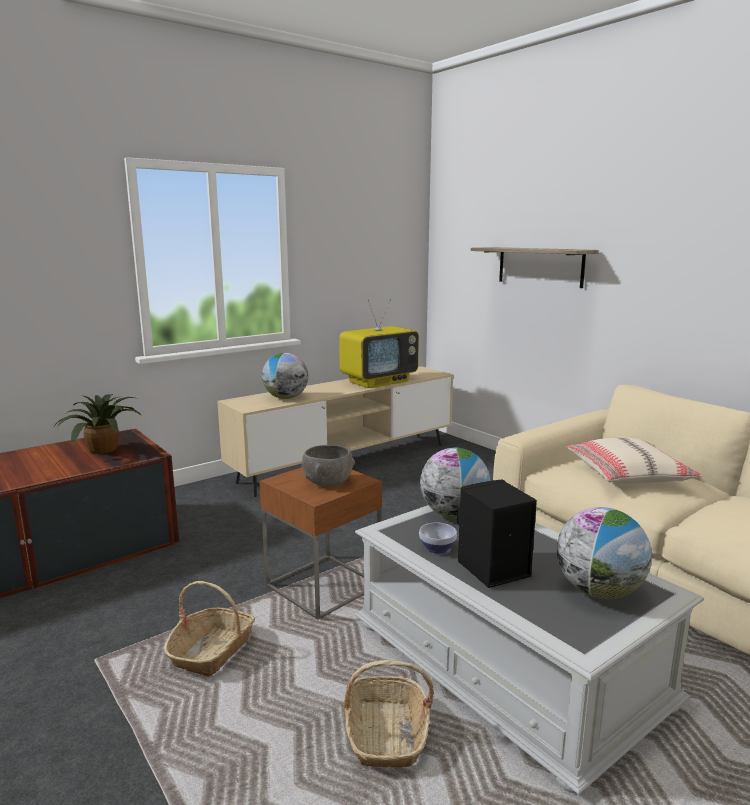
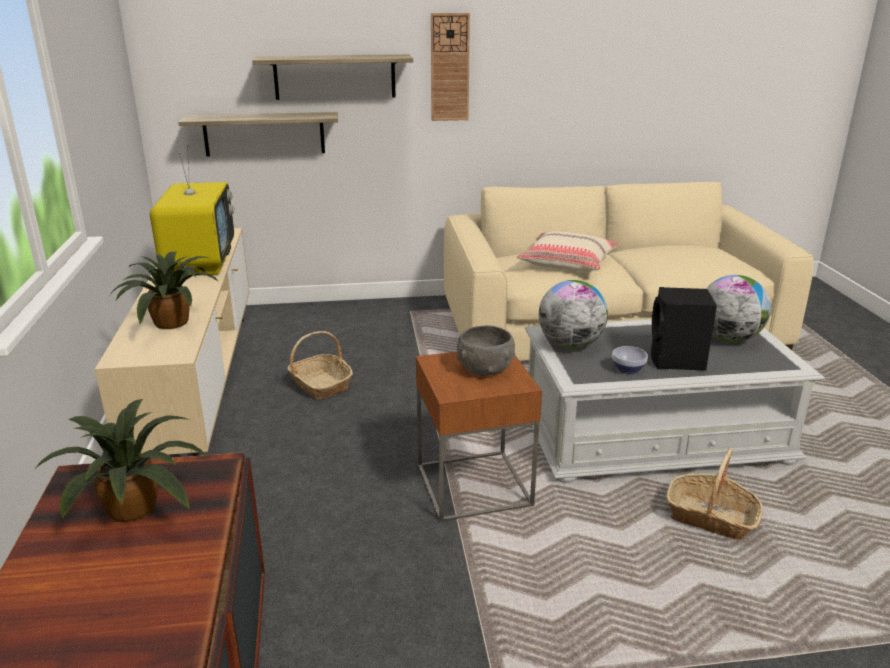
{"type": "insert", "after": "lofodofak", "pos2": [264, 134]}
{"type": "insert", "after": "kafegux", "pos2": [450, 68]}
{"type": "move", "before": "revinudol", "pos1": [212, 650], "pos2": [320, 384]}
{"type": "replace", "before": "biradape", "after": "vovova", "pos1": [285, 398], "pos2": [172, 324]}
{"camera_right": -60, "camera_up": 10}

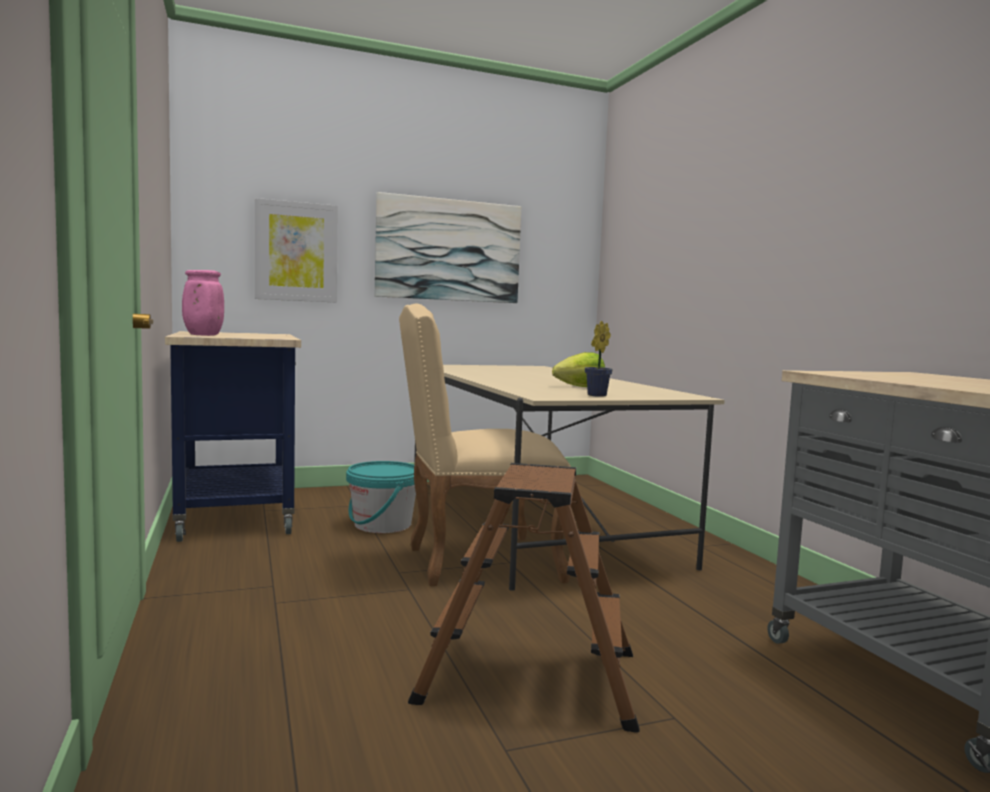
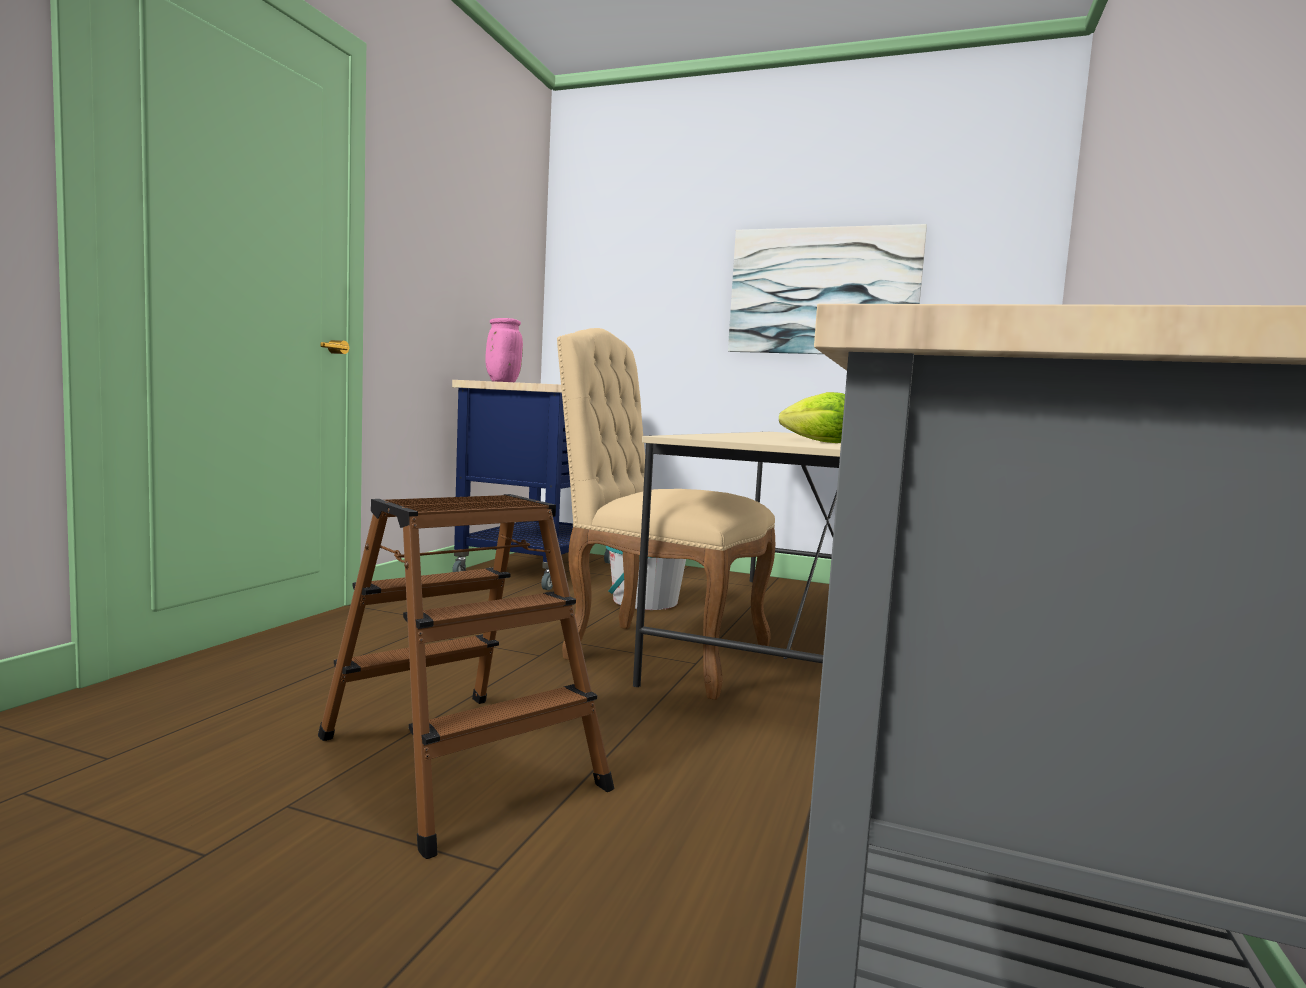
{"type": "delete", "before": "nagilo", "pos1": [296, 252]}
{"type": "delete", "before": "vovova", "pos1": [595, 395]}
{"camera_right": 40, "camera_up": 0}

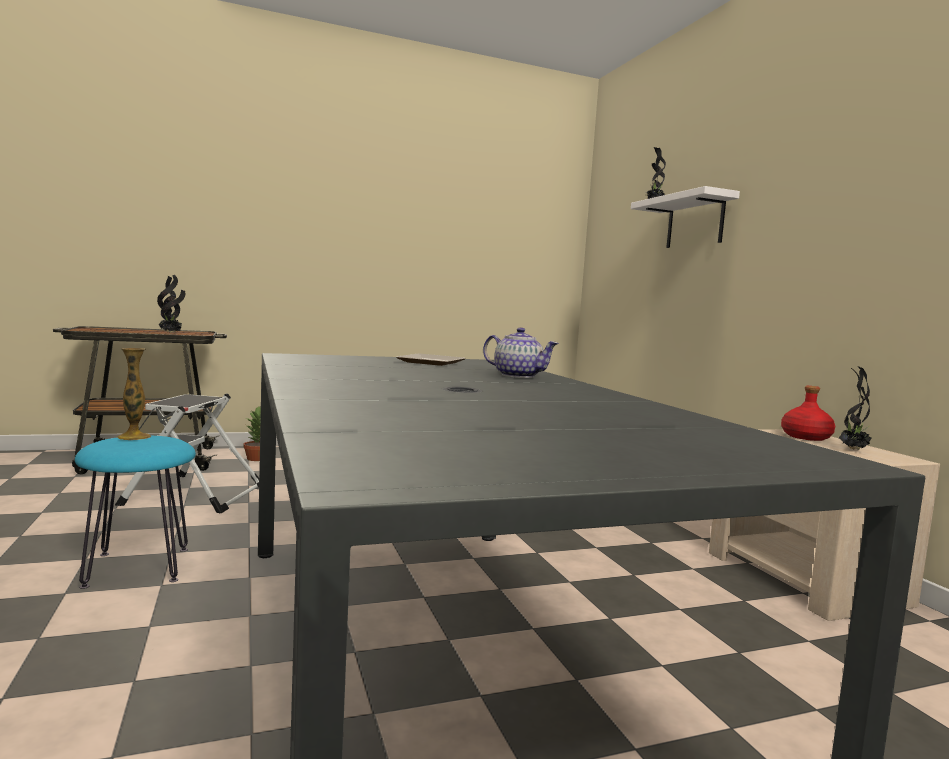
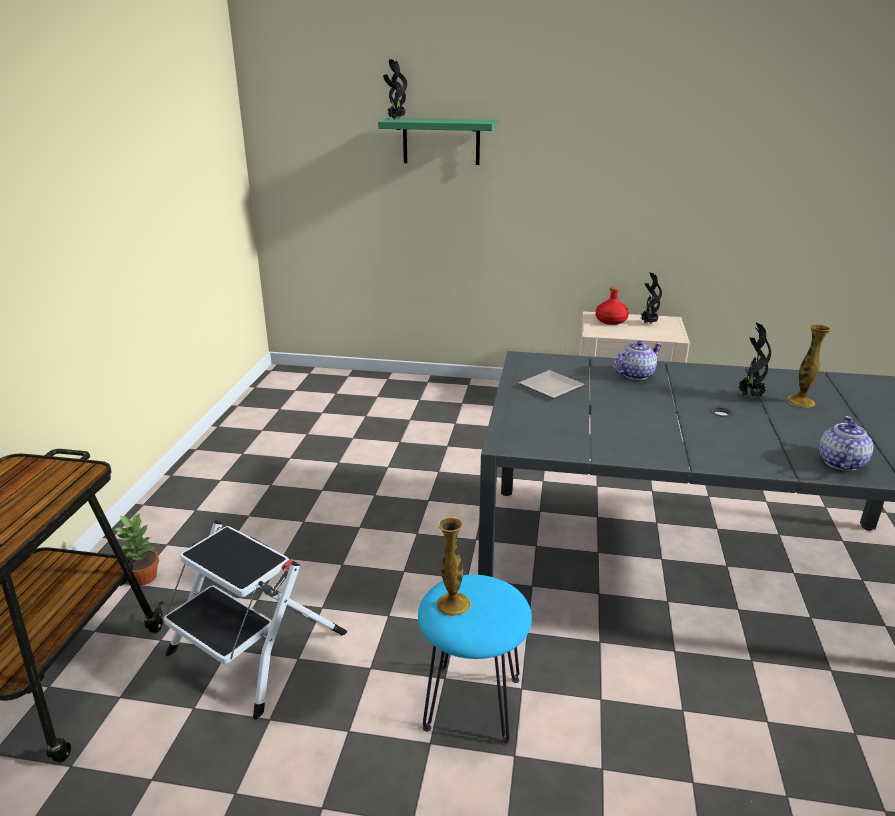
{"type": "insert", "after": "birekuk", "pos2": [800, 401]}
{"type": "insert", "after": "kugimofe", "pos2": [840, 463]}
{"type": "move", "before": "vovova", "pos1": [171, 333], "pos2": [748, 397]}
{"type": "recolor", "before": "lofodofak (white)", "after": "lofodofak (green)", "pos1": [695, 222], "pos2": [441, 141]}
{"camera_right": -60, "camera_up": 20}

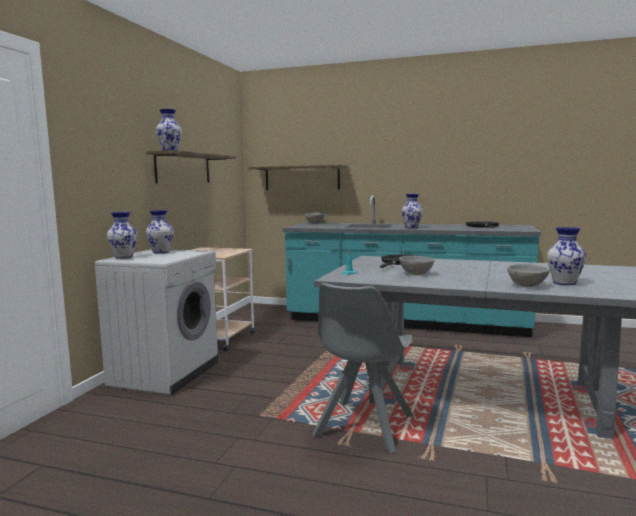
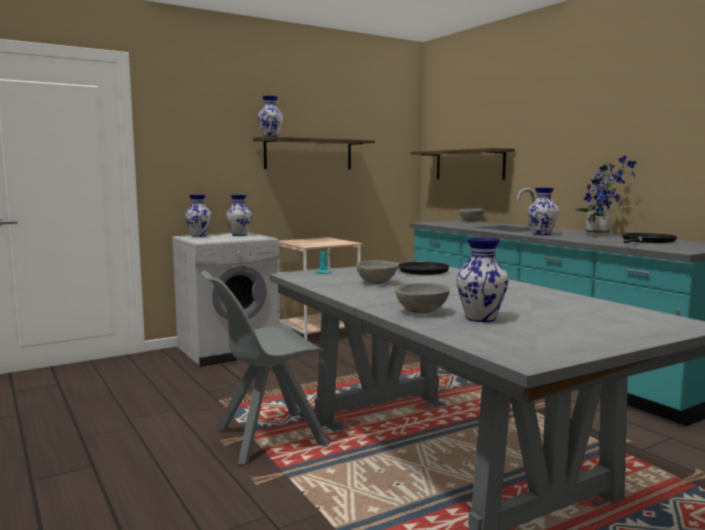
{"type": "insert", "after": "vovova", "pos2": [601, 234]}
{"camera_right": 40, "camera_up": 0}

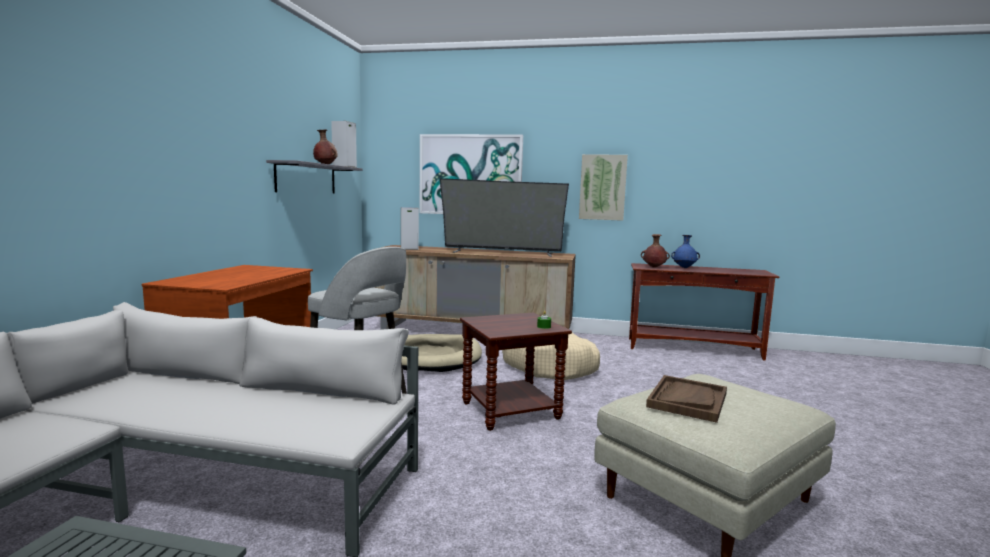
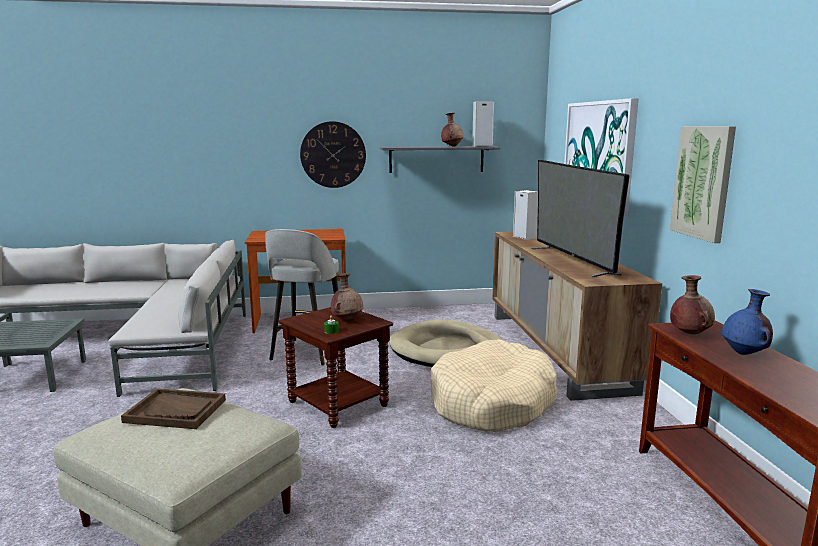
{"type": "insert", "after": "kafegux", "pos2": [333, 154]}
{"type": "insert", "after": "birekuk (brown)", "pos2": [347, 320]}
{"camera_right": 70, "camera_up": 5}

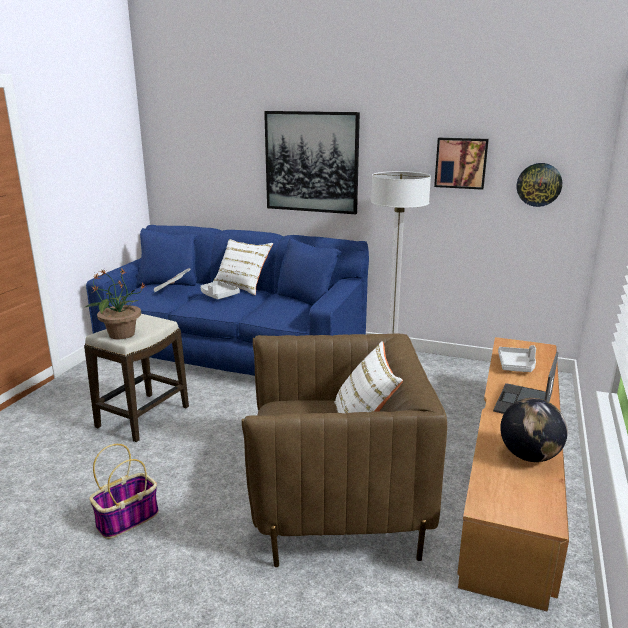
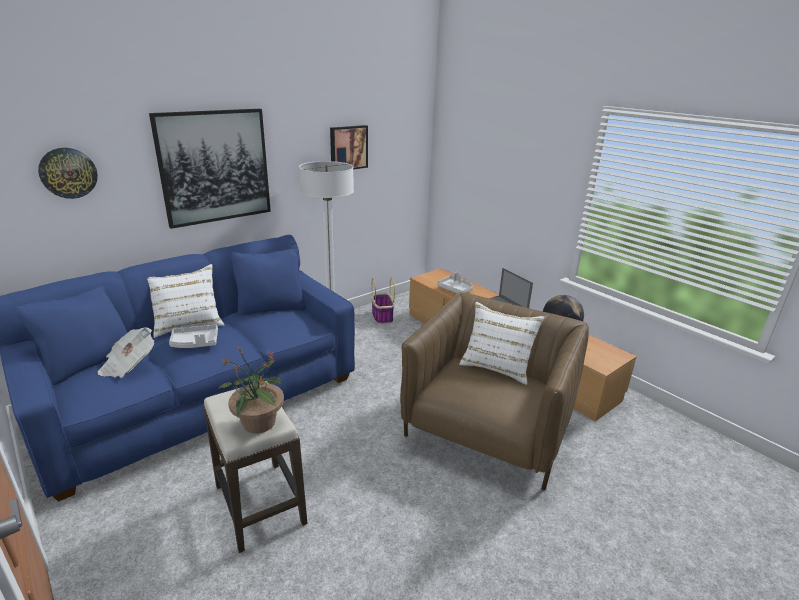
{"type": "move", "before": "revinudol", "pos1": [128, 519], "pos2": [382, 316]}
{"type": "move", "before": "kafegux", "pos1": [539, 184], "pos2": [68, 173]}
{"camera_right": -60, "camera_up": 5}

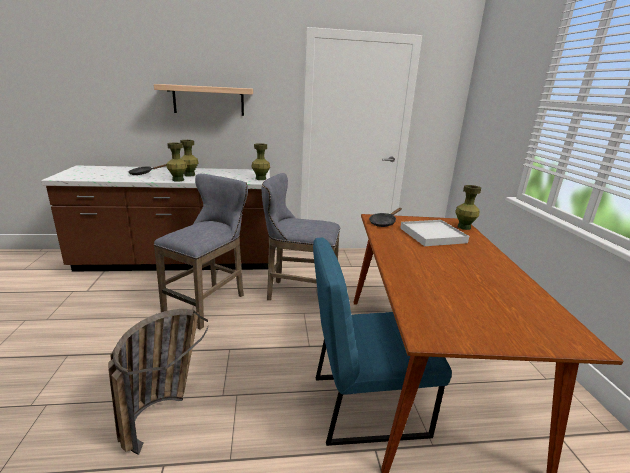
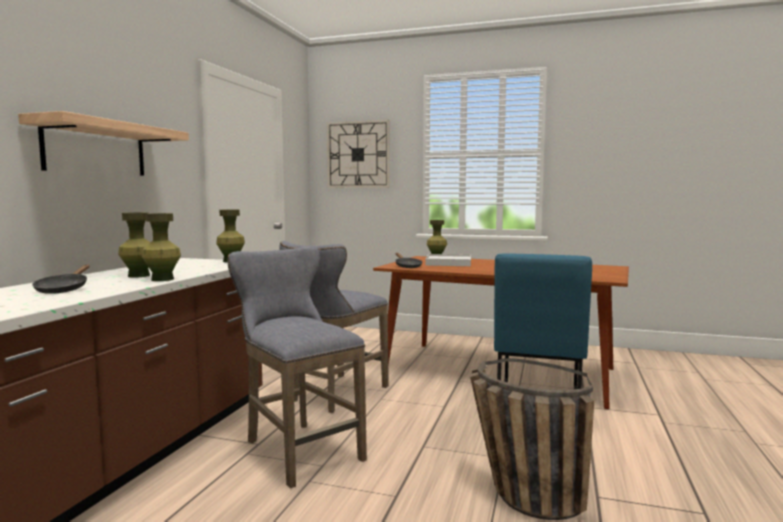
{"type": "insert", "after": "kafegux", "pos2": [358, 154]}
{"camera_right": -65, "camera_up": -15}

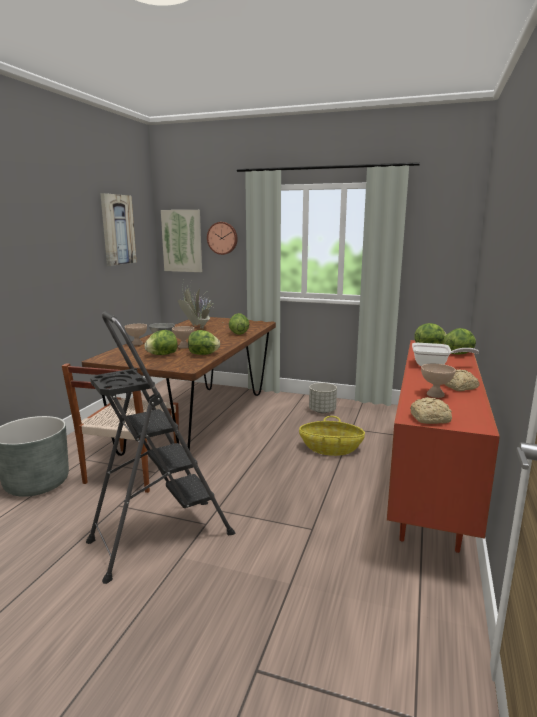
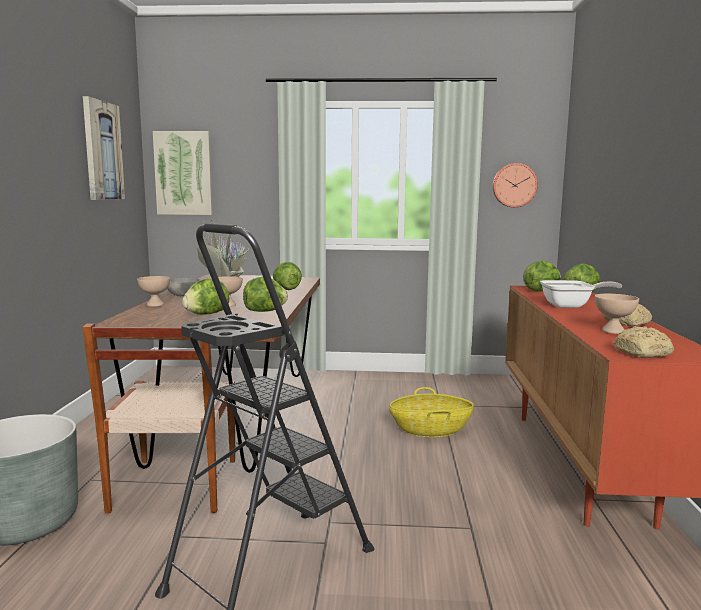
{"type": "delete", "before": "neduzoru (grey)", "pos1": [322, 411]}
{"type": "move", "before": "kafegux", "pos1": [222, 238], "pos2": [514, 185]}
{"camera_right": -15, "camera_up": -5}

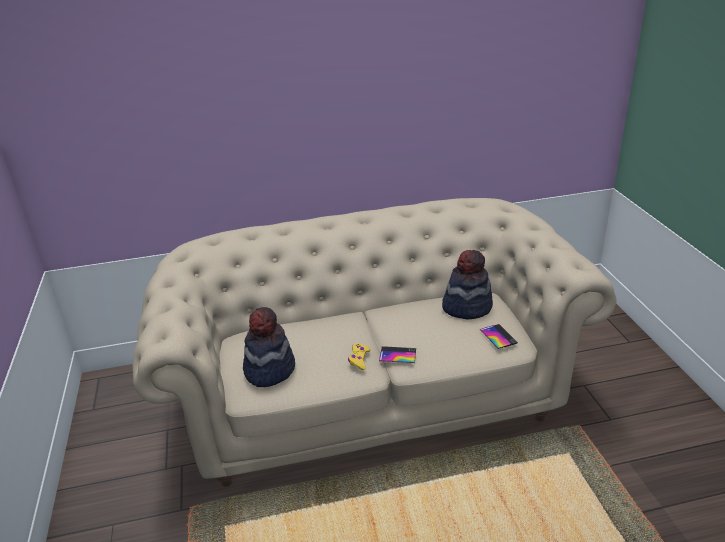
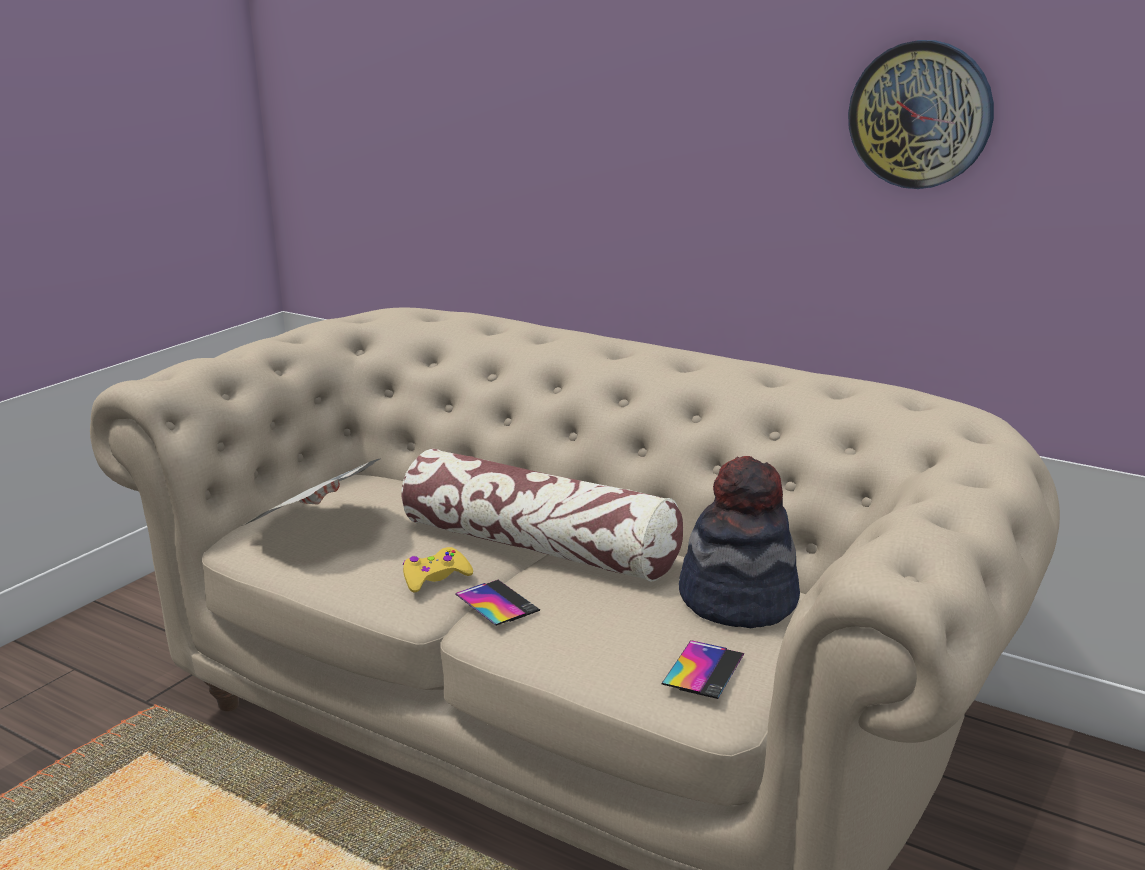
{"type": "insert", "after": "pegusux", "pos2": [539, 547]}
{"type": "insert", "after": "kafegux", "pos2": [920, 115]}
{"type": "replace", "before": "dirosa", "after": "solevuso", "pos1": [269, 369], "pos2": [314, 527]}
{"camera_right": 45, "camera_up": -10}

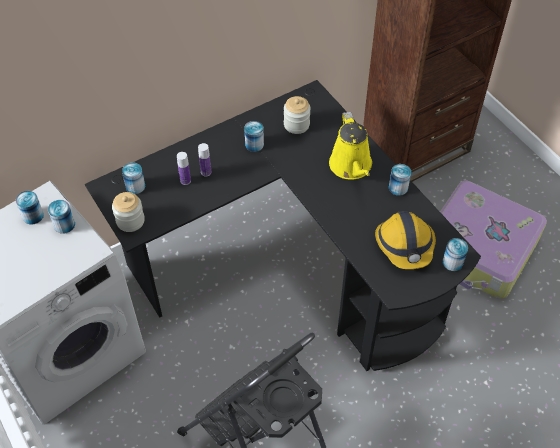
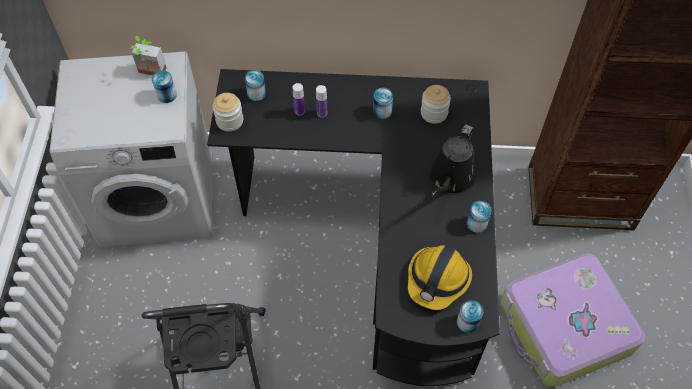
{"type": "replace", "before": "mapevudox", "after": "vovova", "pos1": [33, 216], "pos2": [150, 74]}
{"type": "recolor", "before": "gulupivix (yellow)", "after": "gulupivix (black)", "pos1": [351, 167], "pos2": [450, 179]}
{"camera_right": 35, "camera_up": 5}

